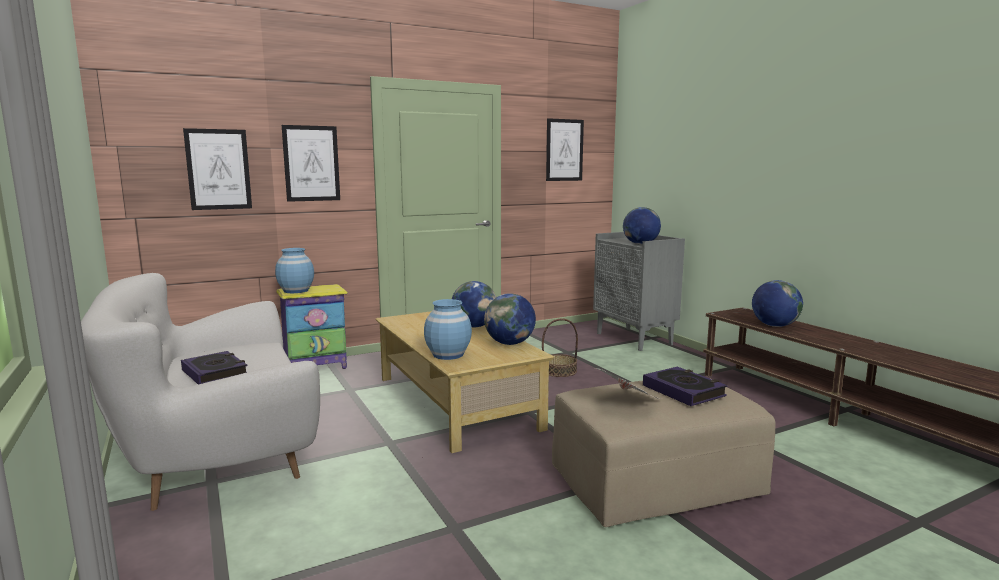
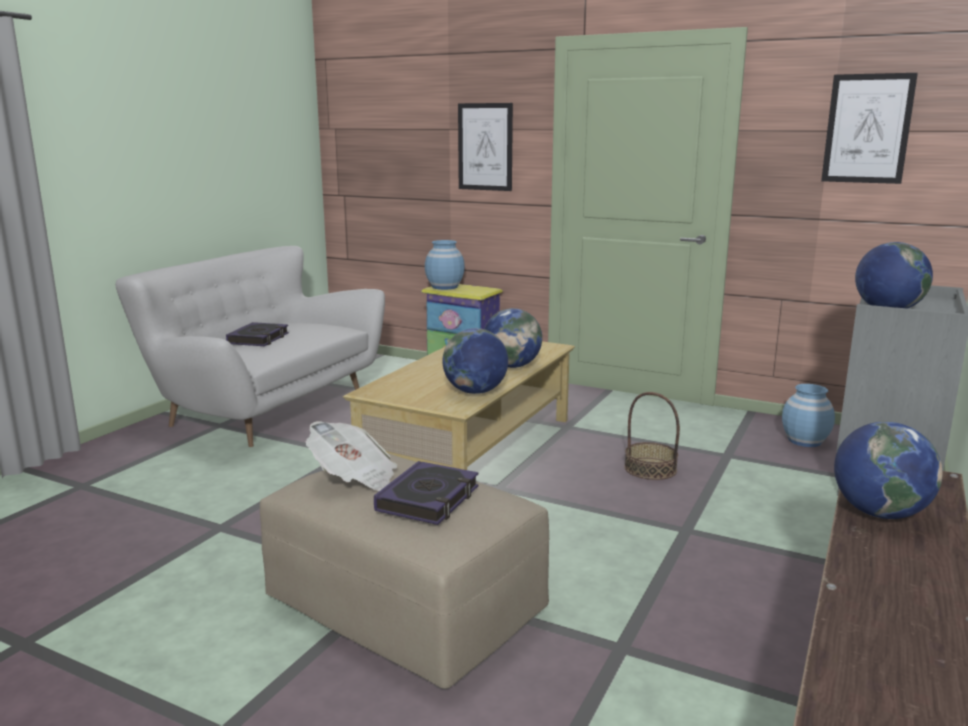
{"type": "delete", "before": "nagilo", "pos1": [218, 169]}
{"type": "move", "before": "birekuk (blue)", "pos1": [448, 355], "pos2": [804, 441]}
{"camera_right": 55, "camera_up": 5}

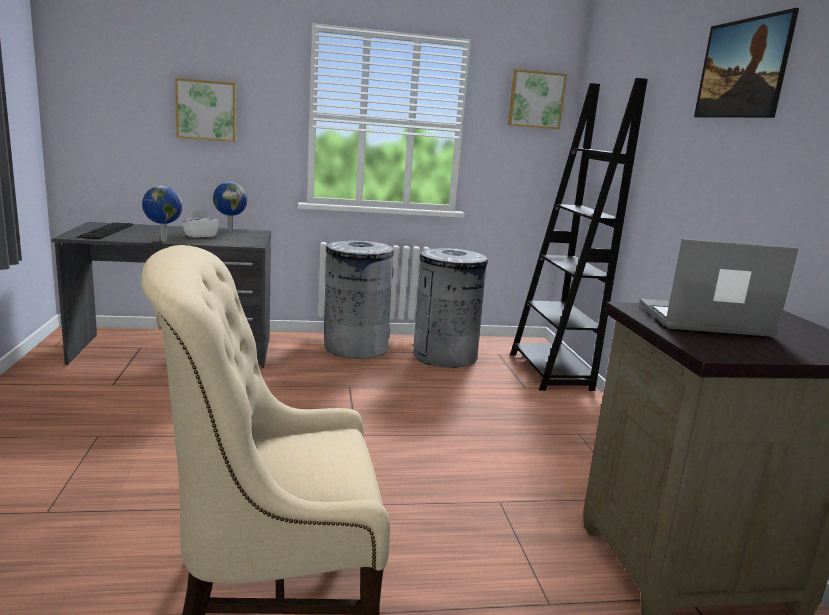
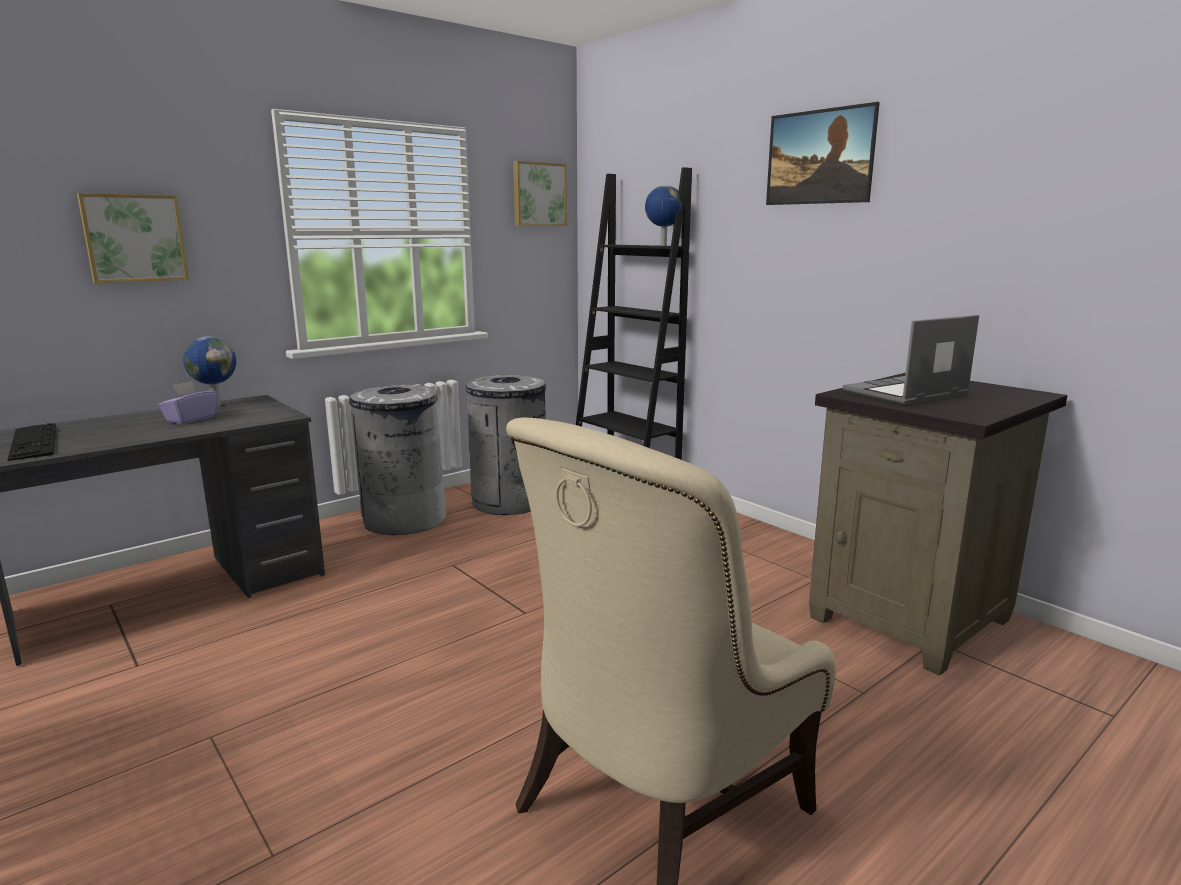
{"type": "move", "before": "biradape", "pos1": [162, 241], "pos2": [663, 245]}
{"type": "recolor", "before": "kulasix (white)", "after": "kulasix (purple)", "pos1": [200, 235], "pos2": [191, 419]}
{"camera_right": -30, "camera_up": 0}

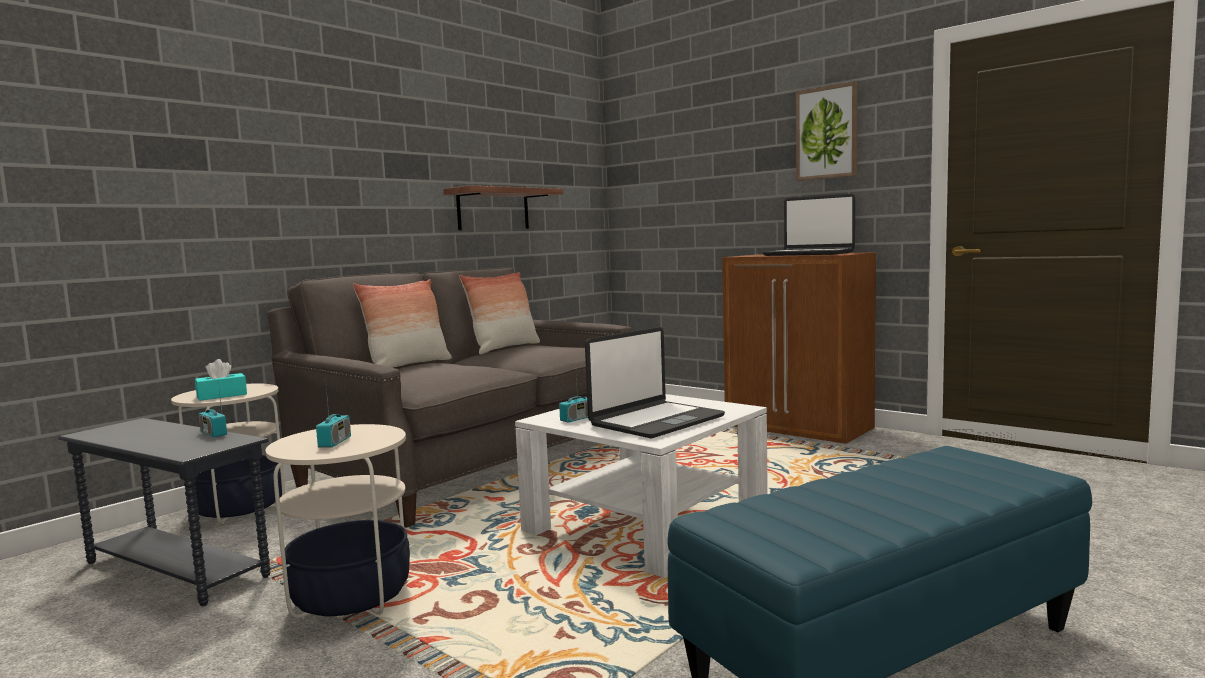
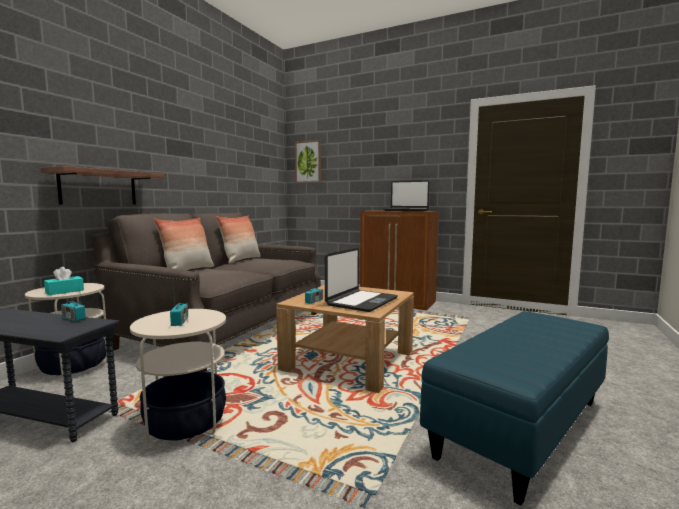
{"type": "move", "before": "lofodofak", "pos1": [493, 209], "pos2": [99, 188]}
{"type": "move", "before": "nagilo", "pos1": [827, 133], "pos2": [308, 162]}
{"type": "recolor", "before": "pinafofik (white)", "after": "pinafofik (brown)", "pos1": [645, 524], "pos2": [349, 361]}
{"camera_right": -15, "camera_up": 0}

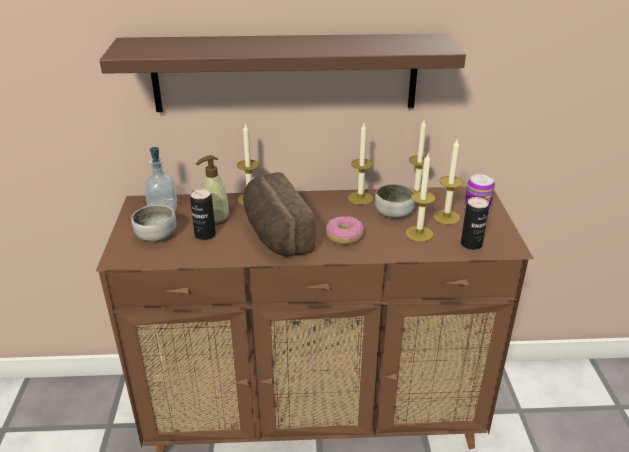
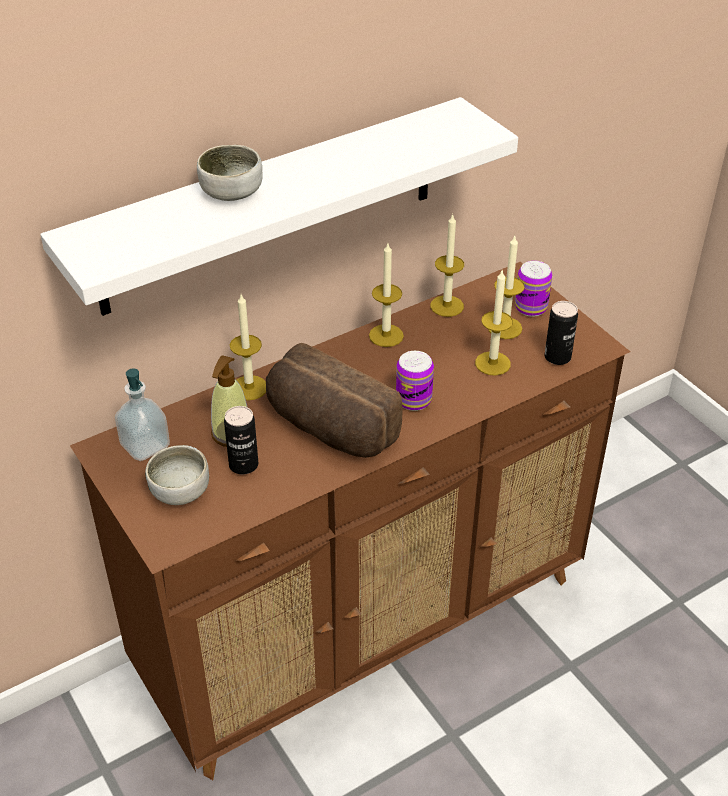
{"type": "move", "before": "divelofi", "pos1": [394, 213], "pos2": [231, 193]}
{"type": "replace", "before": "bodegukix", "after": "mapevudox", "pos1": [344, 236], "pos2": [413, 400]}
{"type": "recolor", "before": "lofodofak (brown)", "after": "lofodofak (white)", "pos1": [285, 73], "pos2": [270, 206]}
{"camera_right": -30, "camera_up": 10}

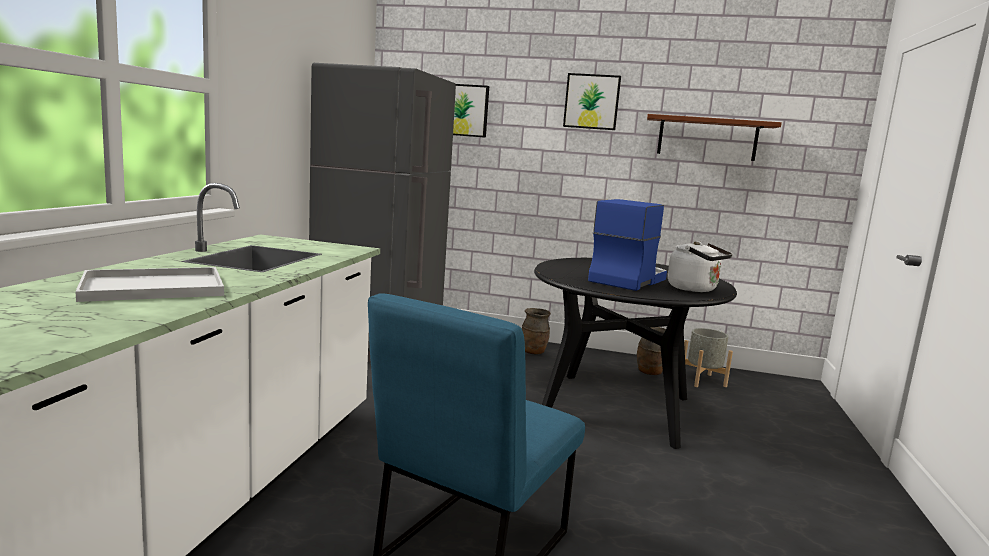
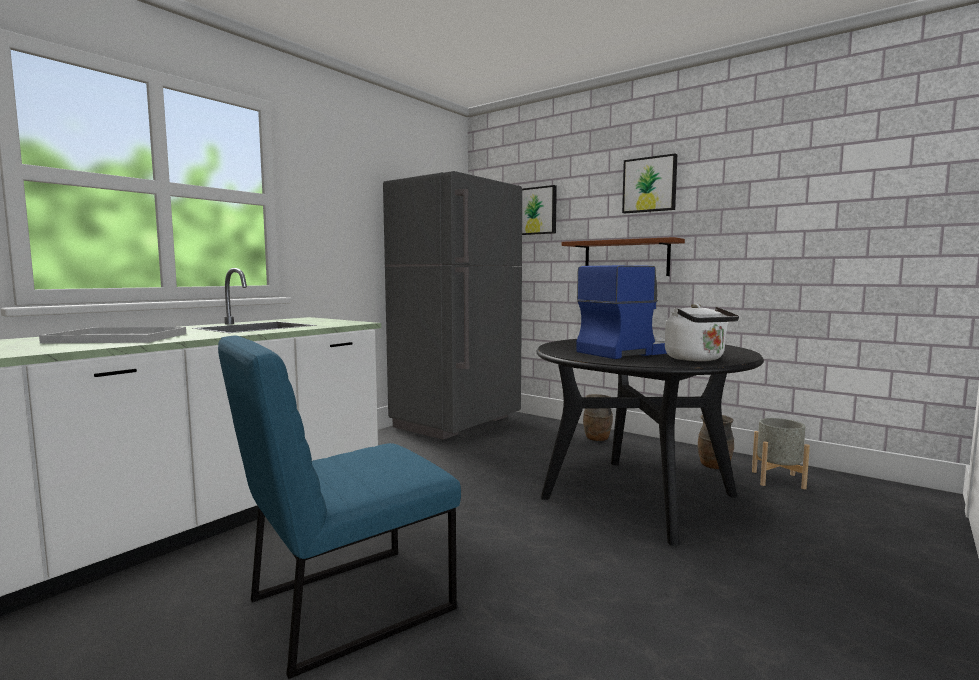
{"type": "move", "before": "lofodofak (brown)", "pos1": [707, 138], "pos2": [626, 258]}
{"camera_right": 25, "camera_up": -5}

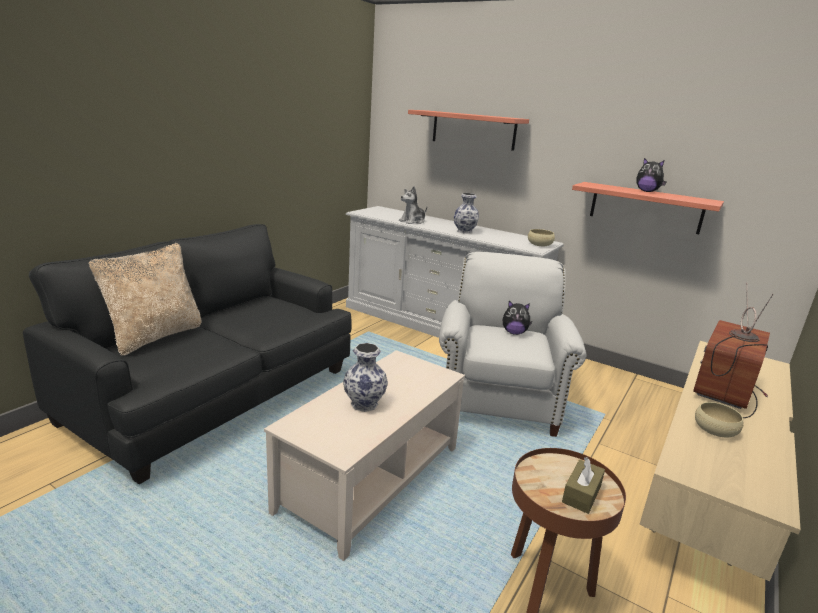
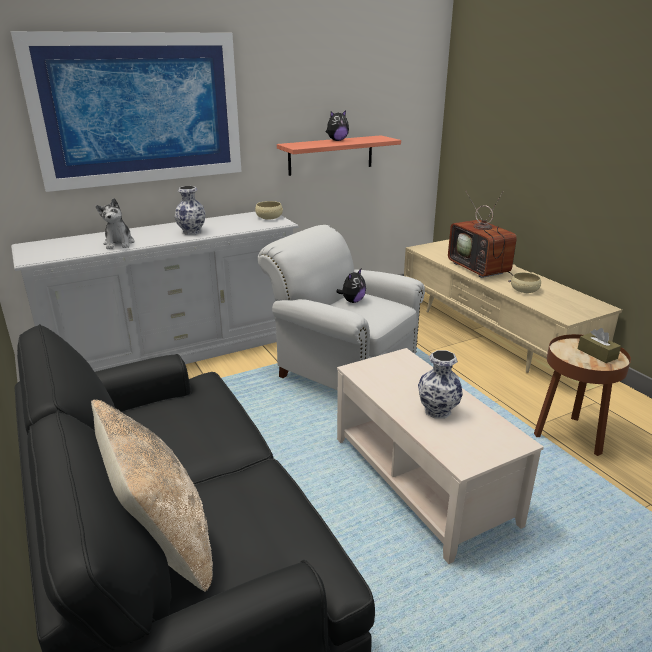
{"type": "replace", "before": "lofodofak", "after": "nagilo", "pos1": [473, 130], "pos2": [139, 110]}
{"camera_right": -60, "camera_up": 5}

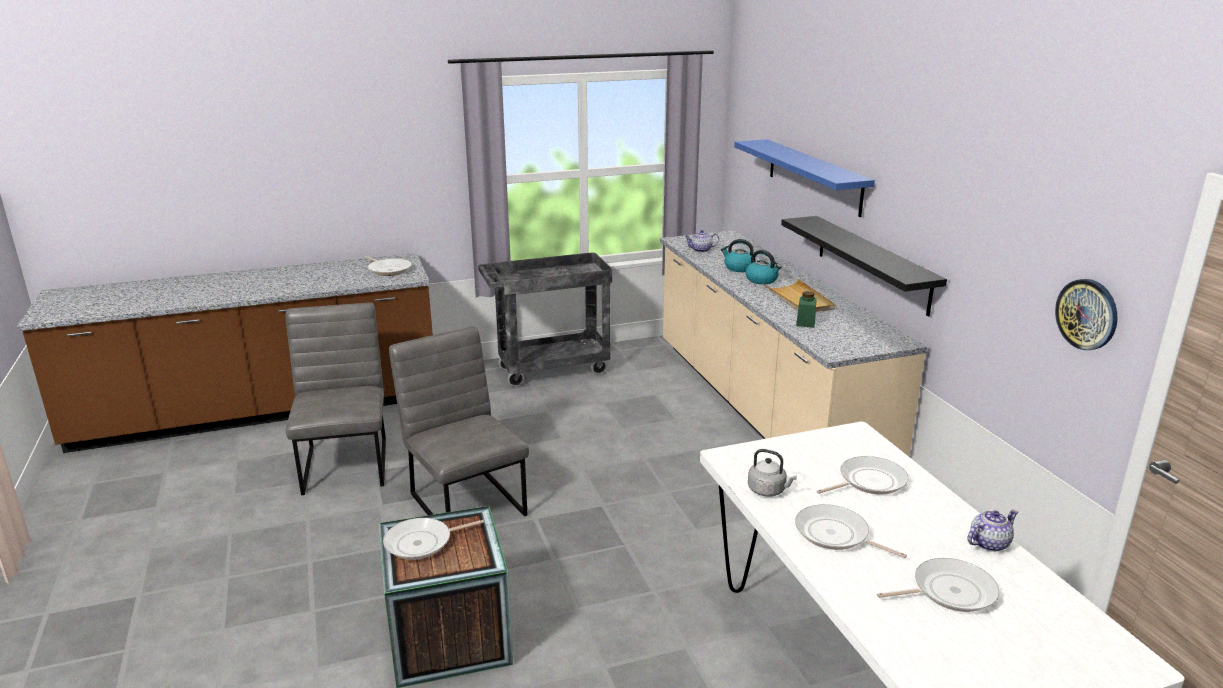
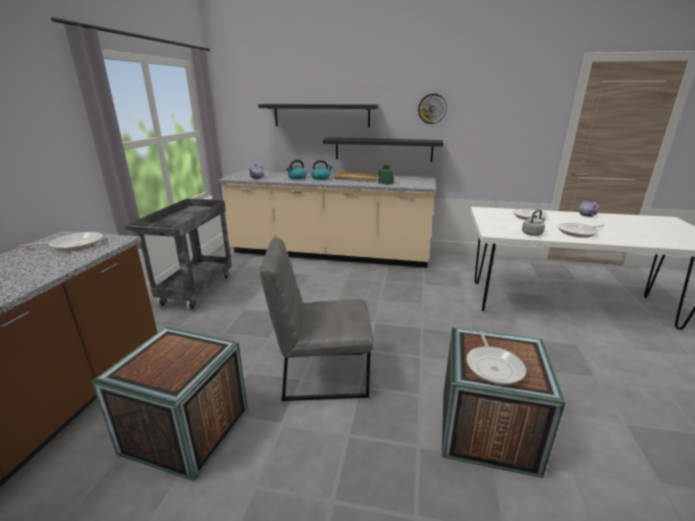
{"type": "delete", "before": "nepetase", "pos1": [949, 591]}
{"type": "move", "before": "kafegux", "pos1": [1087, 314], "pos2": [432, 108]}
{"type": "replace", "before": "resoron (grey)", "after": "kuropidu", "pos1": [346, 464], "pos2": [186, 430]}
{"type": "recolor", "before": "lofodofak (blue)", "after": "lofodofak (black)", "pos1": [814, 176], "pos2": [321, 115]}
{"camera_right": -60, "camera_up": 0}

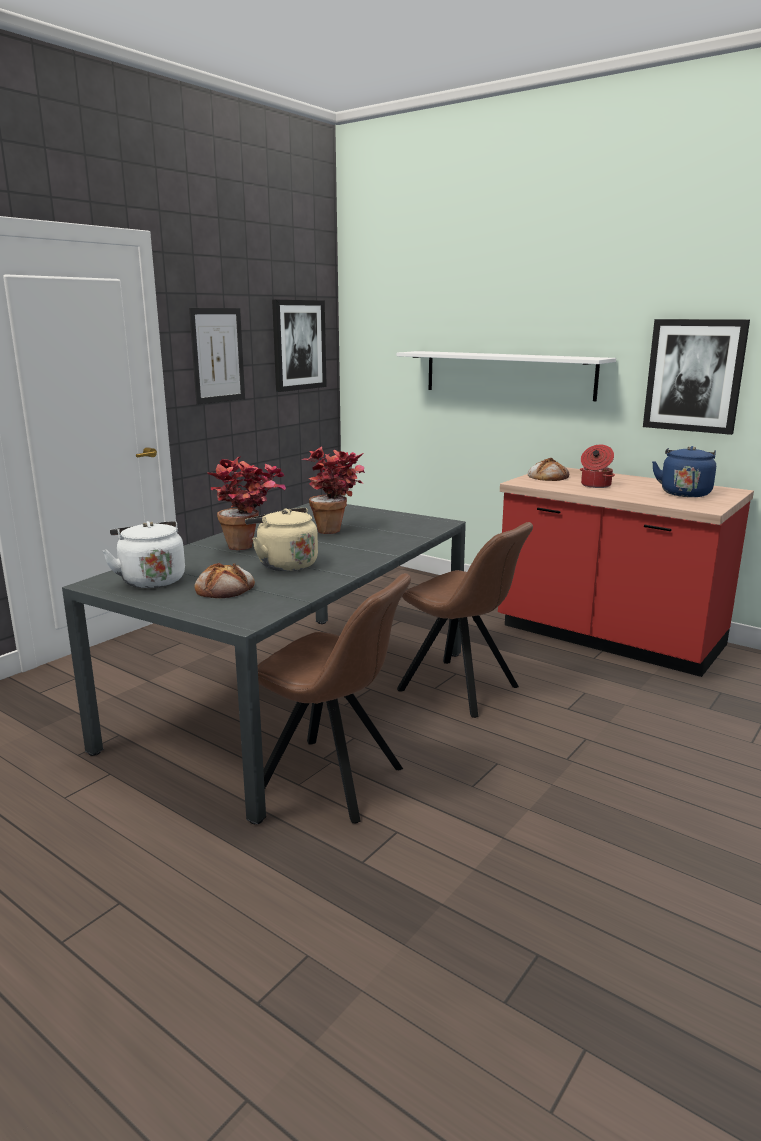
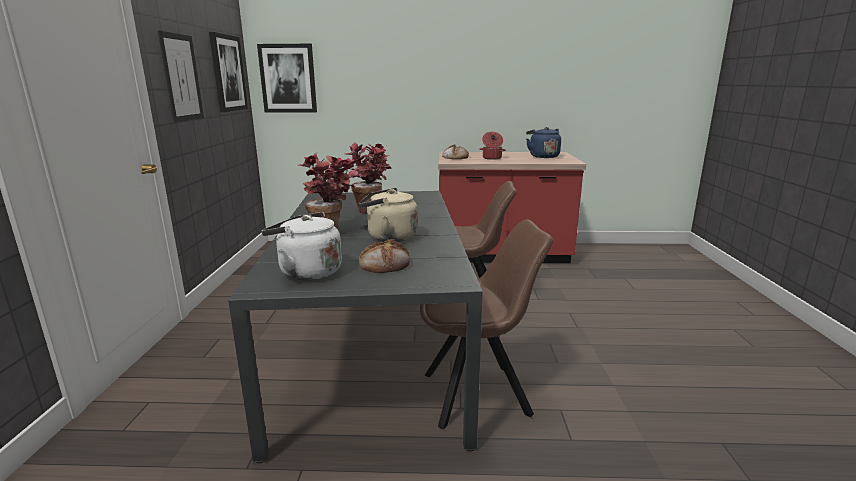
{"type": "delete", "before": "lofodofak (white)", "pos1": [508, 374]}
{"type": "move", "before": "nagilo", "pos1": [694, 375], "pos2": [288, 78]}
{"camera_right": -35, "camera_up": 0}

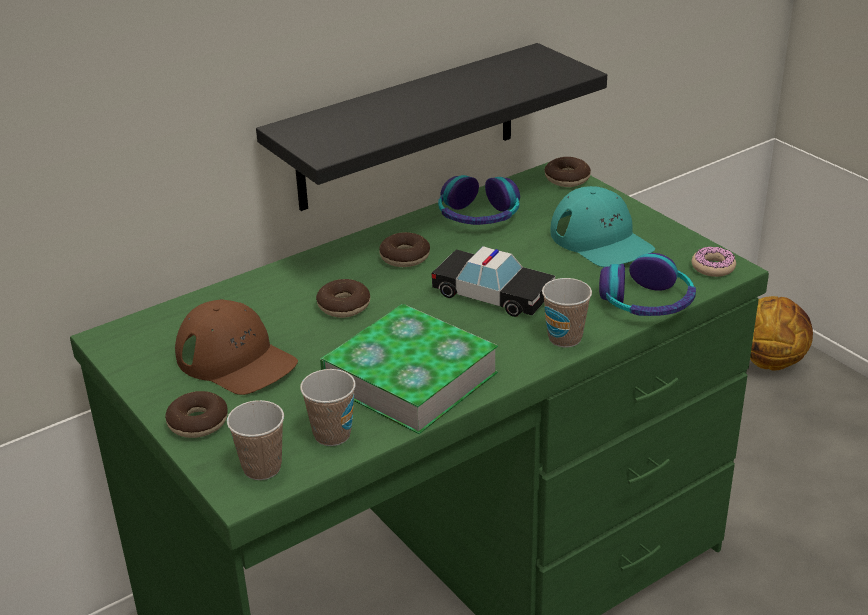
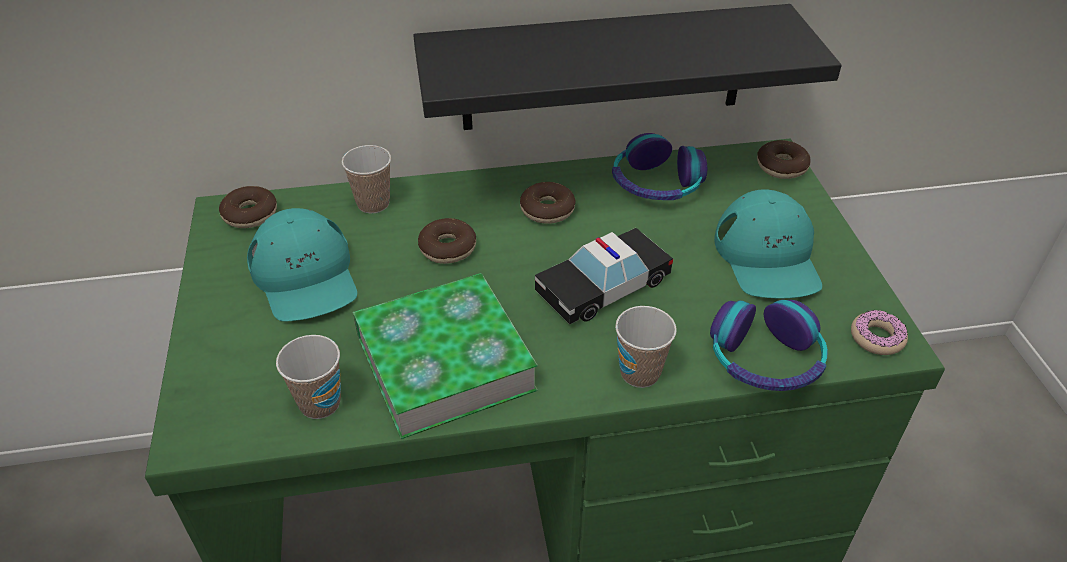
{"type": "delete", "before": "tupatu", "pos1": [770, 361]}
{"type": "move", "before": "bodegukix", "pos1": [198, 423], "pos2": [250, 214]}
{"type": "move", "before": "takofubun", "pos1": [262, 468], "pos2": [373, 204]}
{"type": "recolor", "before": "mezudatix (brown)", "after": "mezudatix (turquoise)", "pos1": [236, 360], "pos2": [305, 276]}
{"type": "rotate", "before": "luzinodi", "pos1": [493, 294], "pos2": [603, 286], "turn": 90}
{"camera_right": 25, "camera_up": 10}

